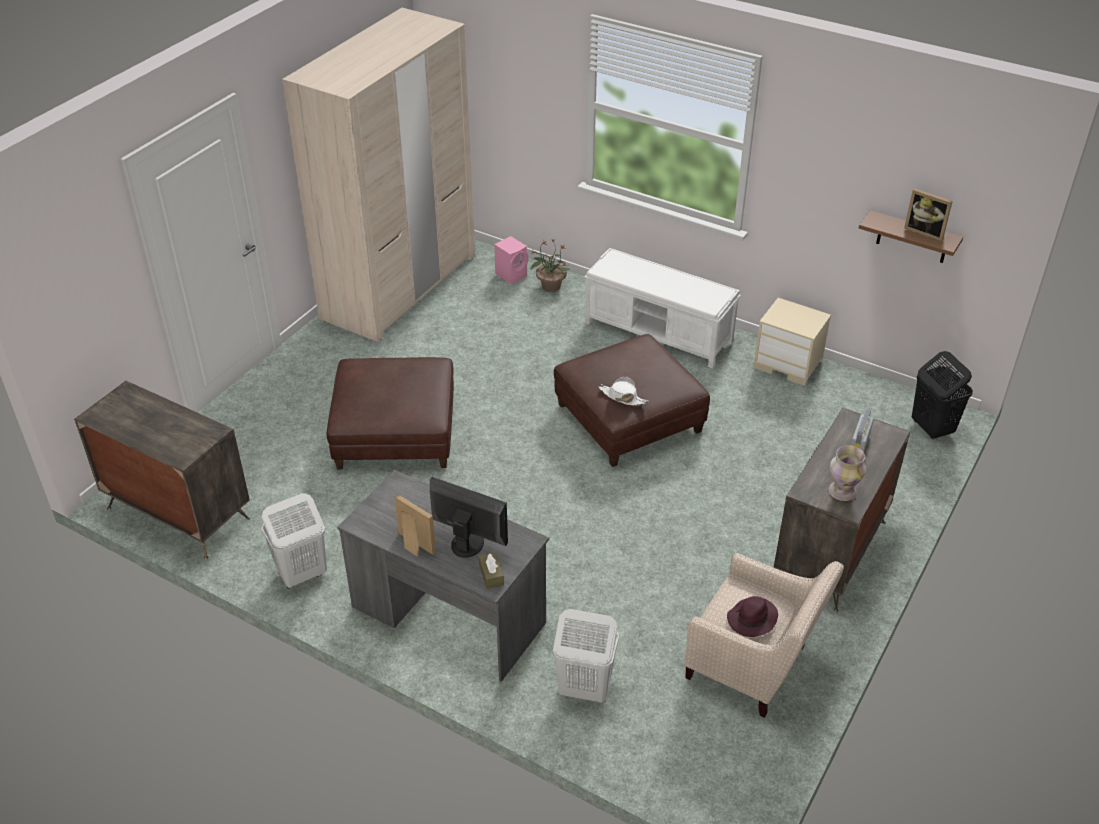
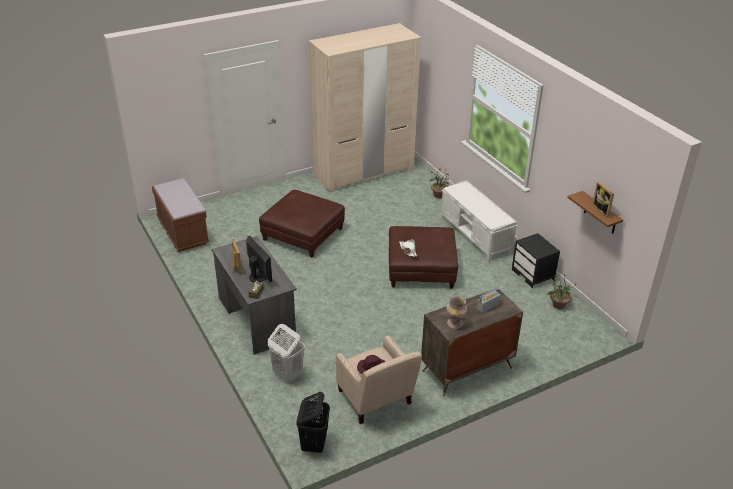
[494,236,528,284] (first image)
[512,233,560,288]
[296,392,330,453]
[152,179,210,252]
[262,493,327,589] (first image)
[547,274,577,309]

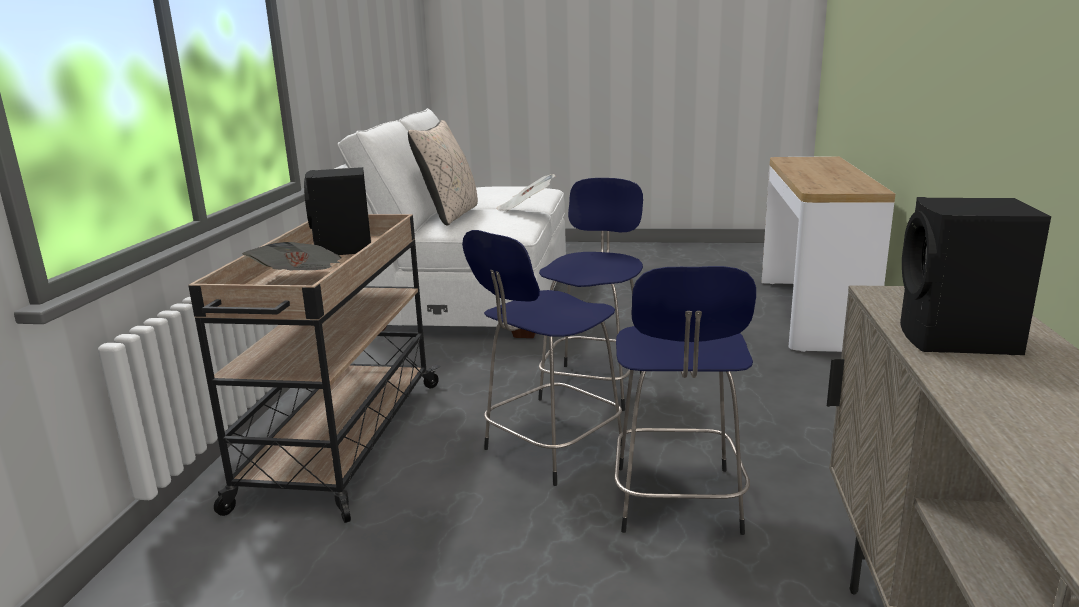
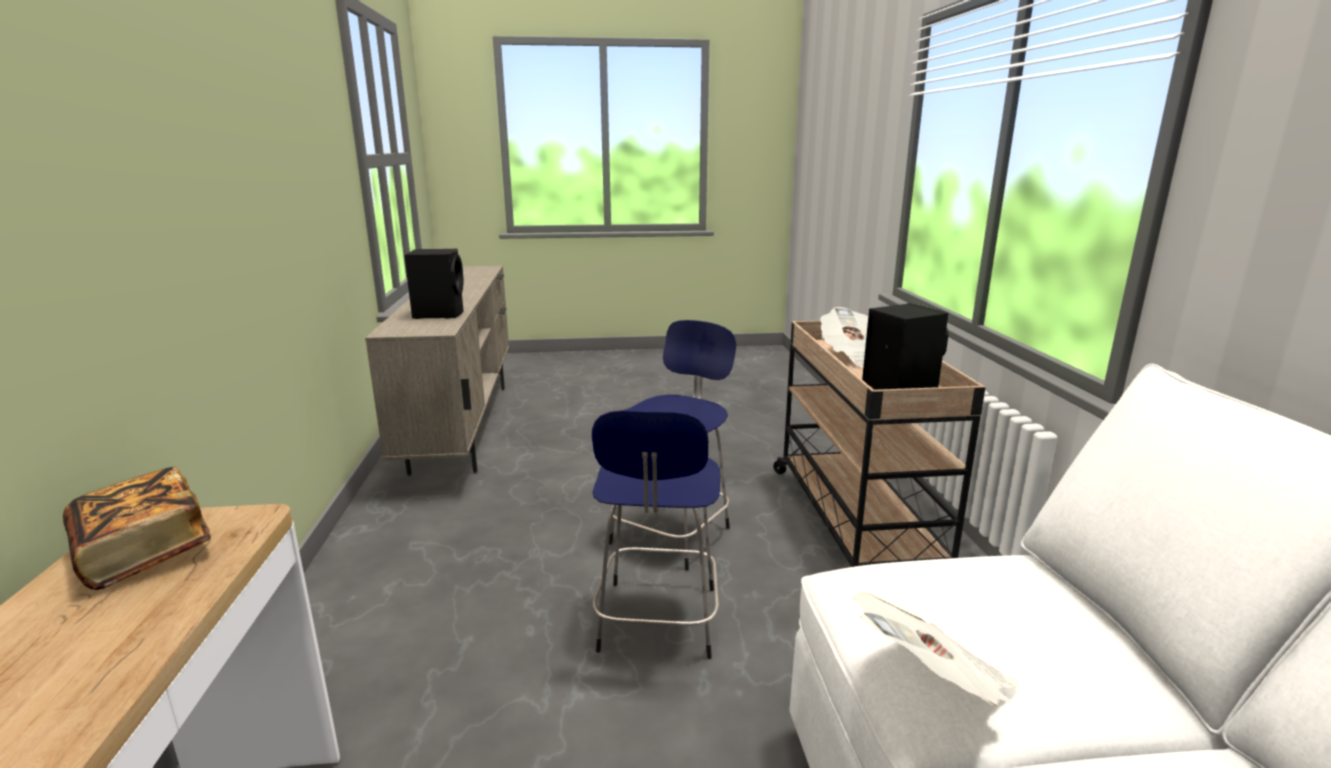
[408,120,478,225] (first image)
[614,266,756,535] (first image)
[63,467,211,590]

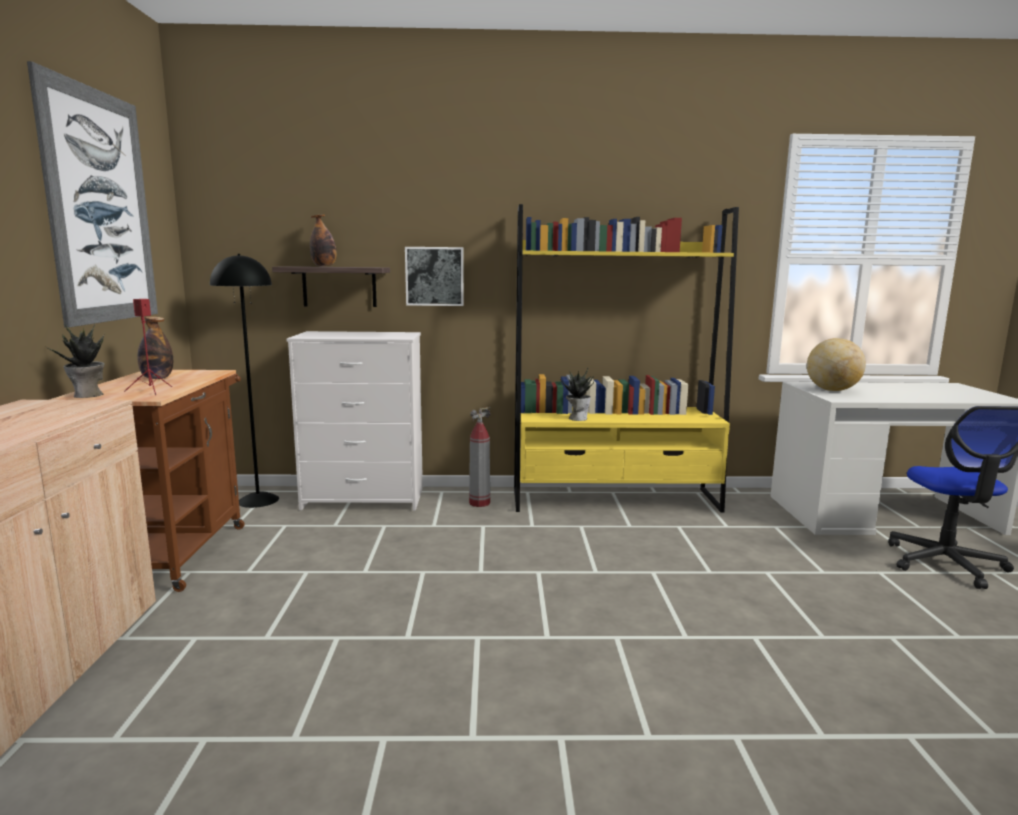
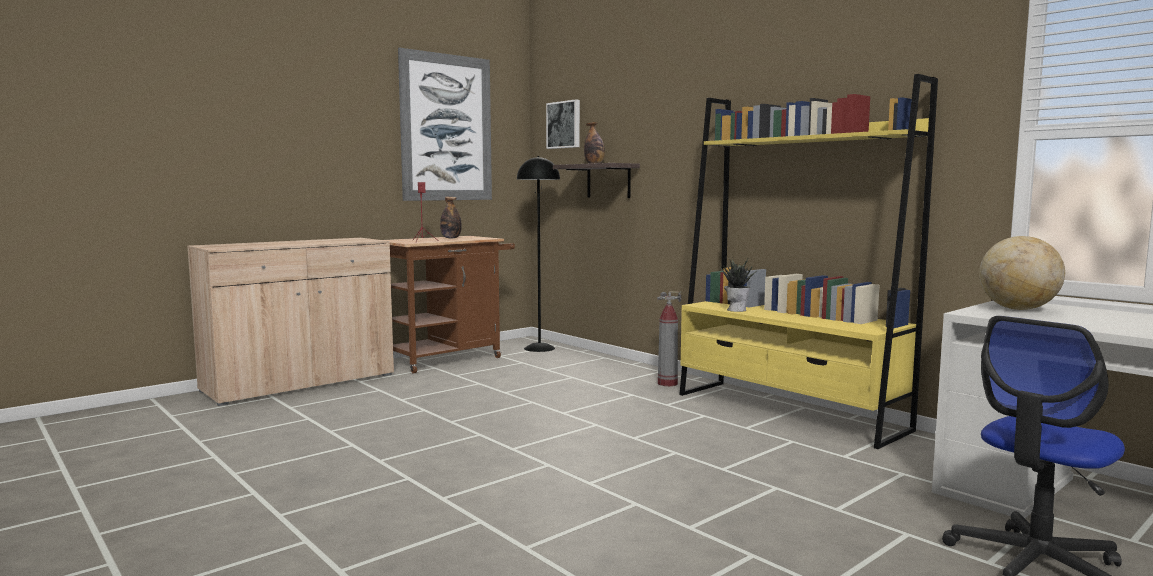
[546,99,580,149]
[45,325,105,398] (first image)
[286,331,423,511] (first image)

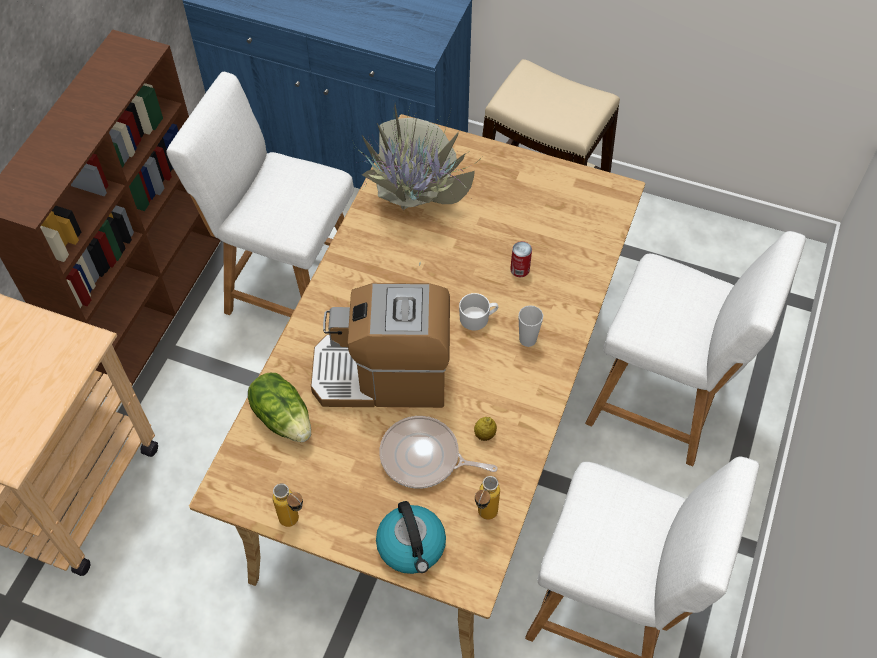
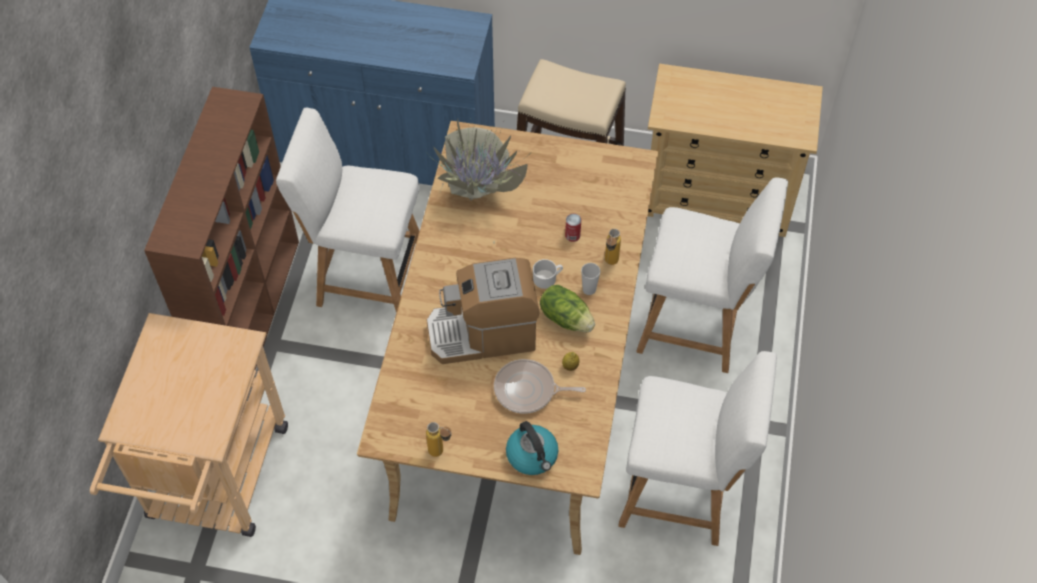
[540,285,595,332]
[605,229,621,265]
[648,64,823,237]

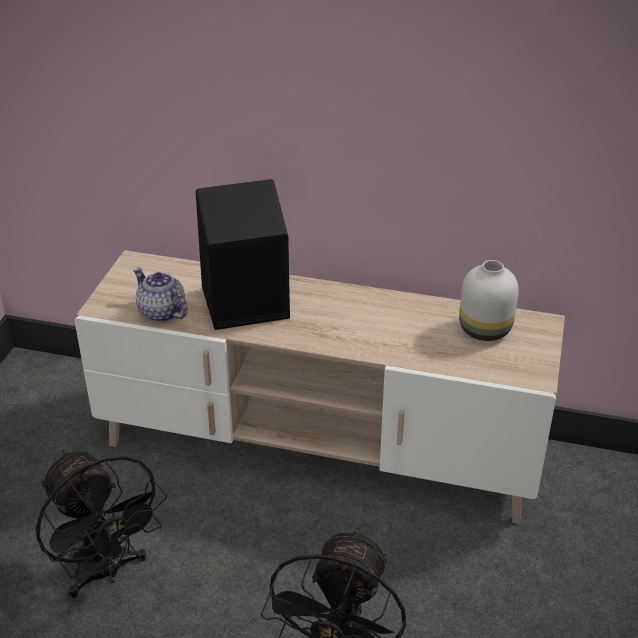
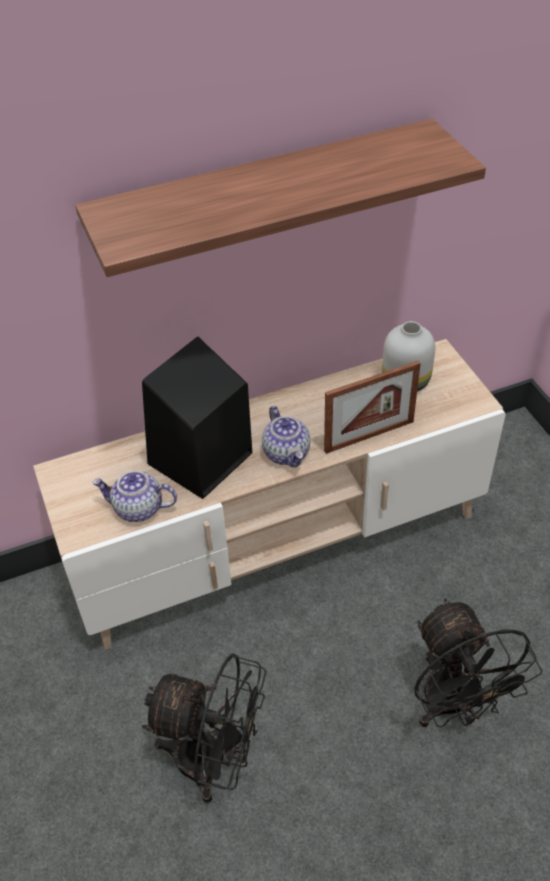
[75,119,486,277]
[324,361,421,454]
[262,406,310,468]

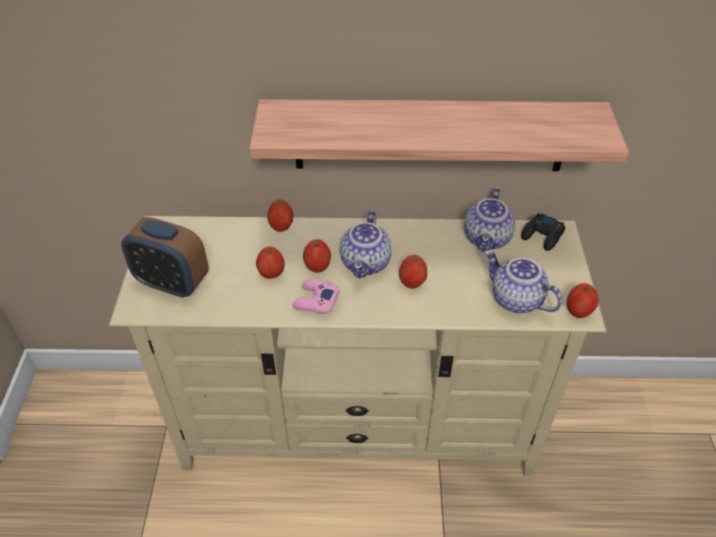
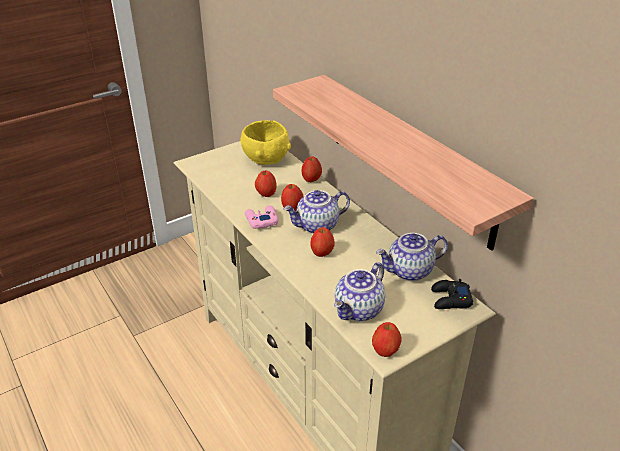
[121,217,209,298] (first image)
[334,262,385,321]
[240,120,291,165]

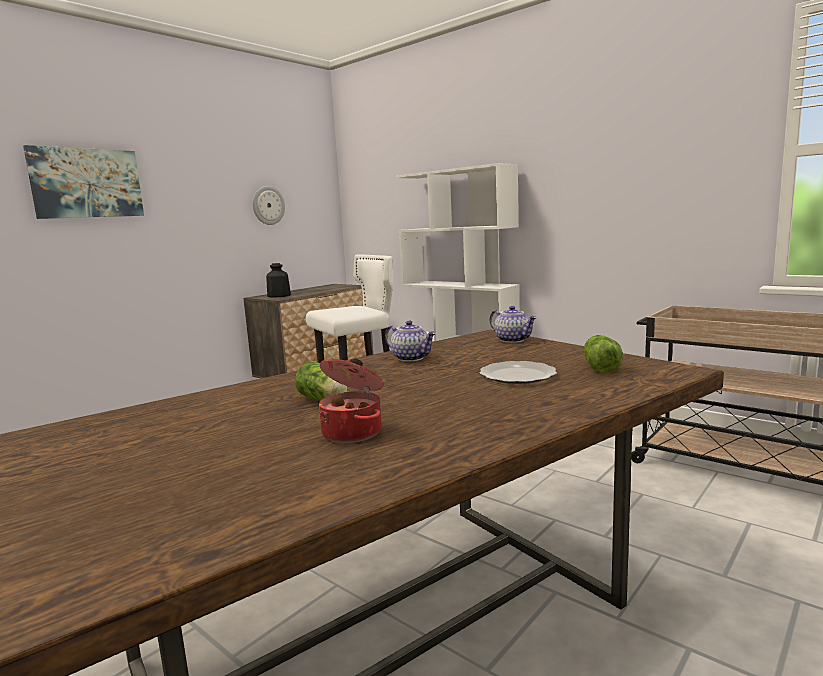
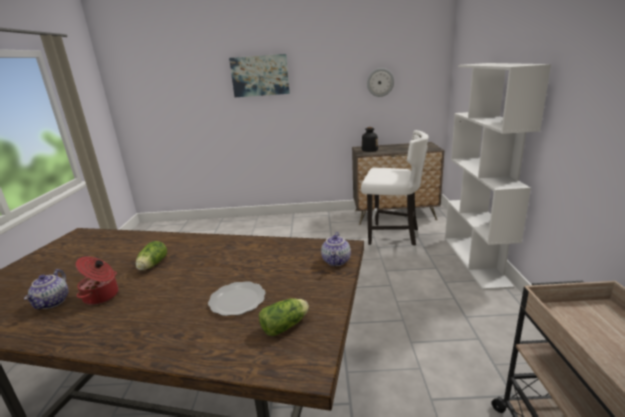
[24,269,68,310]

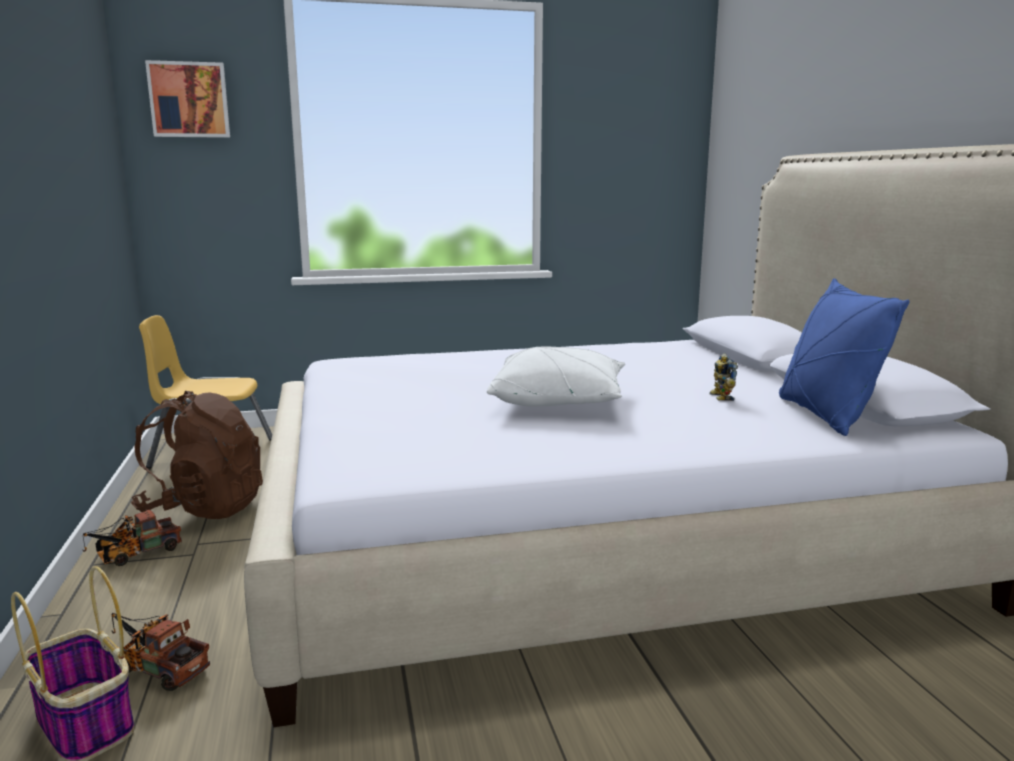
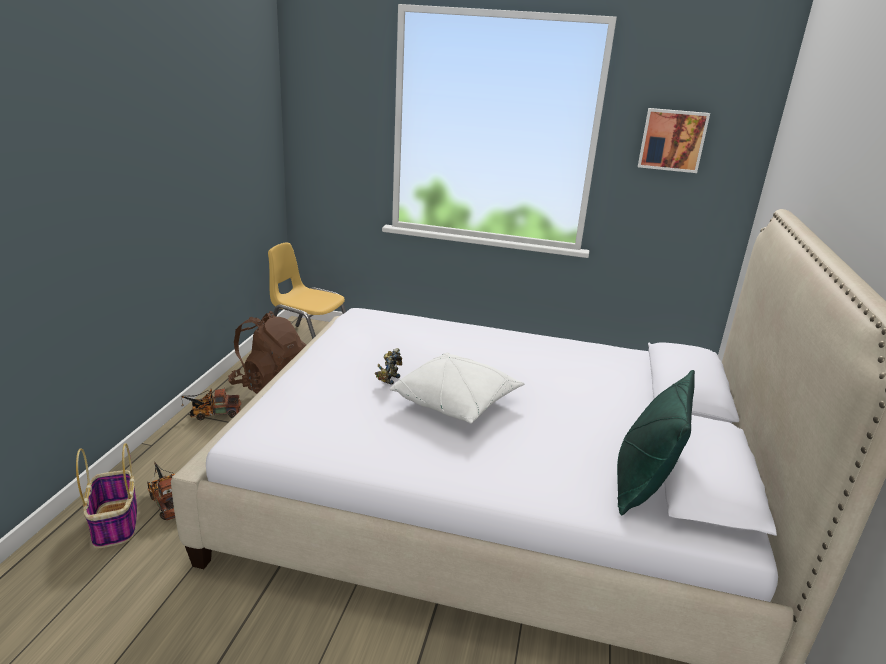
[638,108,710,173]
[617,370,695,515]
[375,348,402,385]

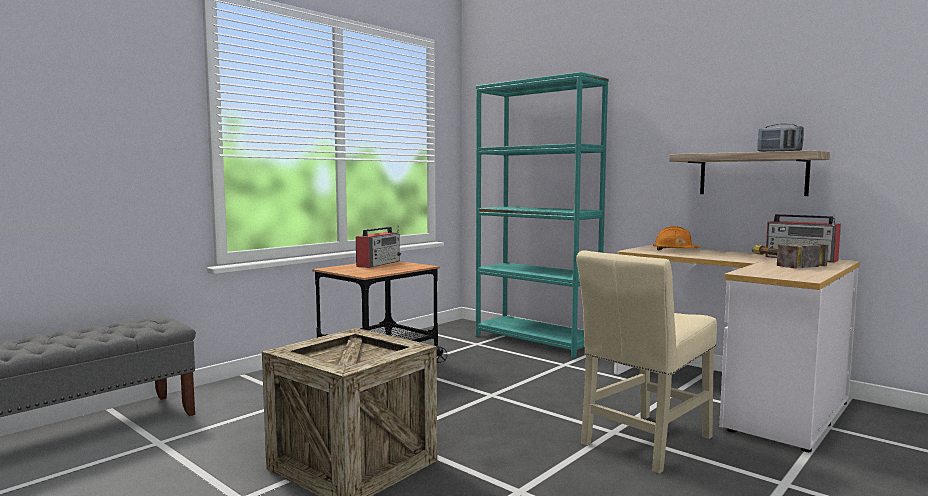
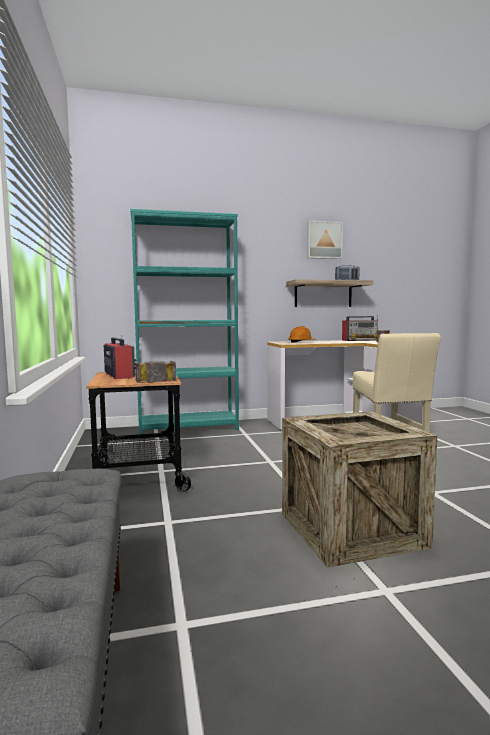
[307,220,343,259]
[135,361,176,383]

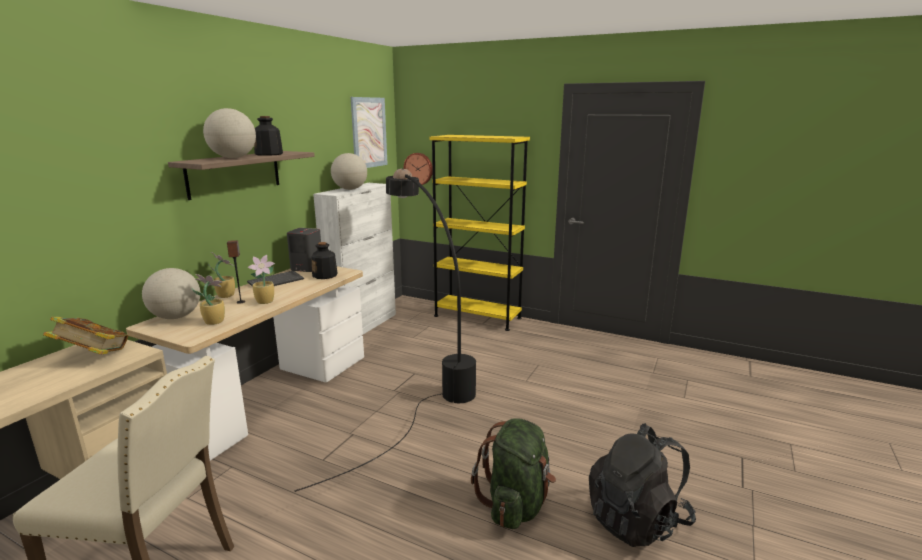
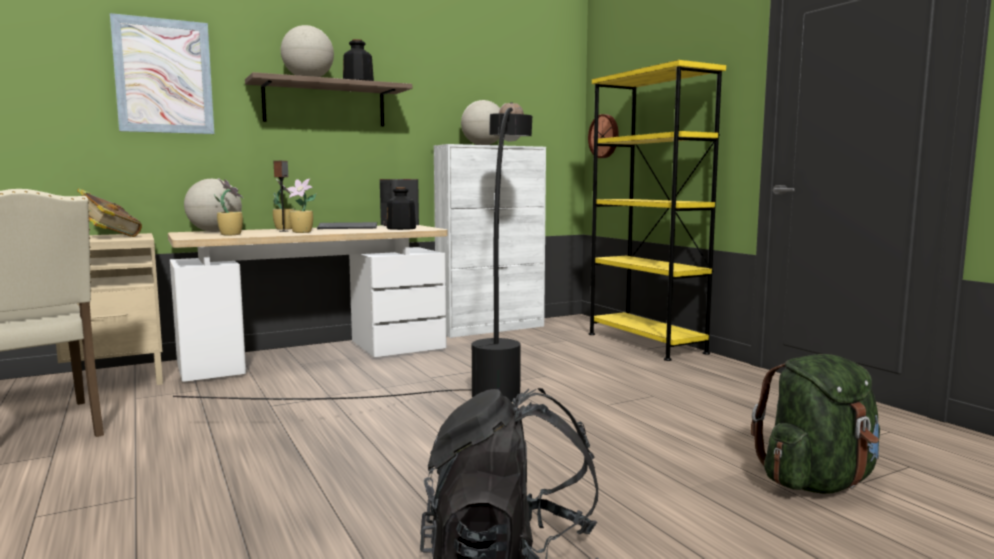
[110,13,214,134]
[751,354,880,494]

